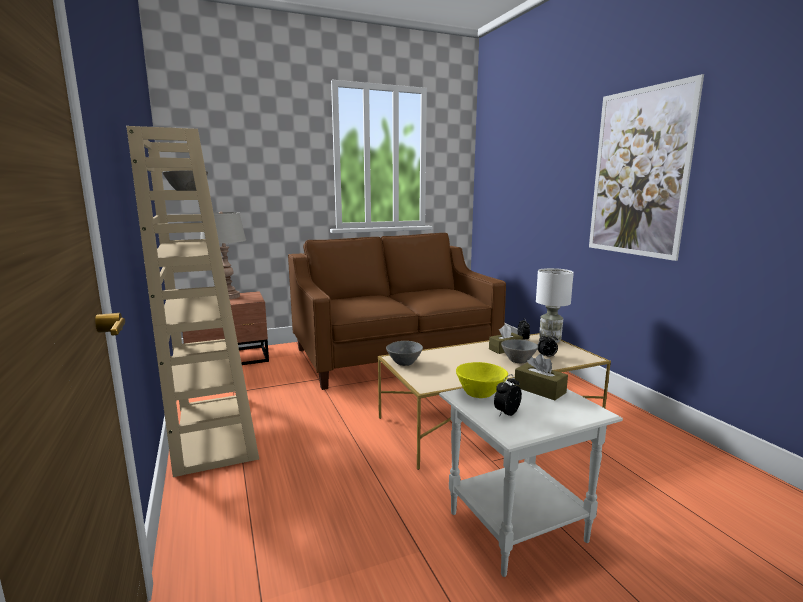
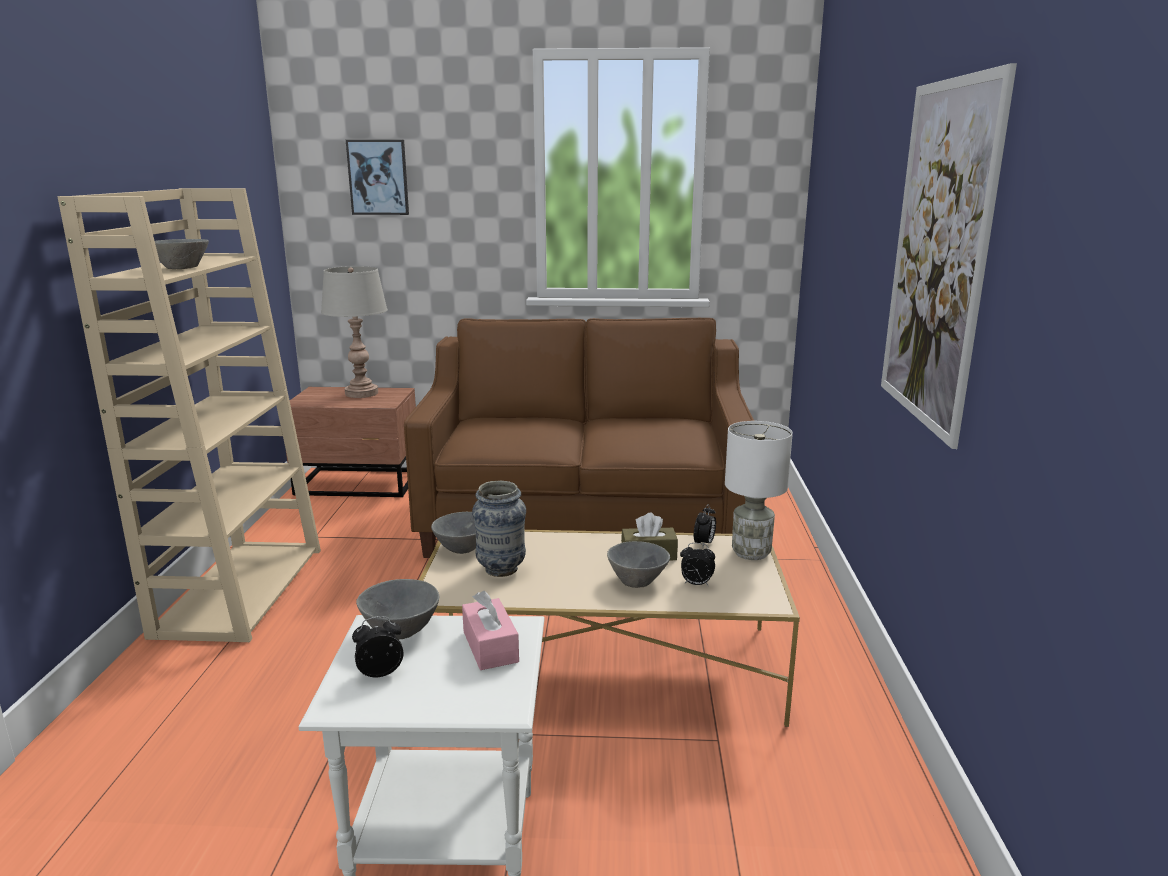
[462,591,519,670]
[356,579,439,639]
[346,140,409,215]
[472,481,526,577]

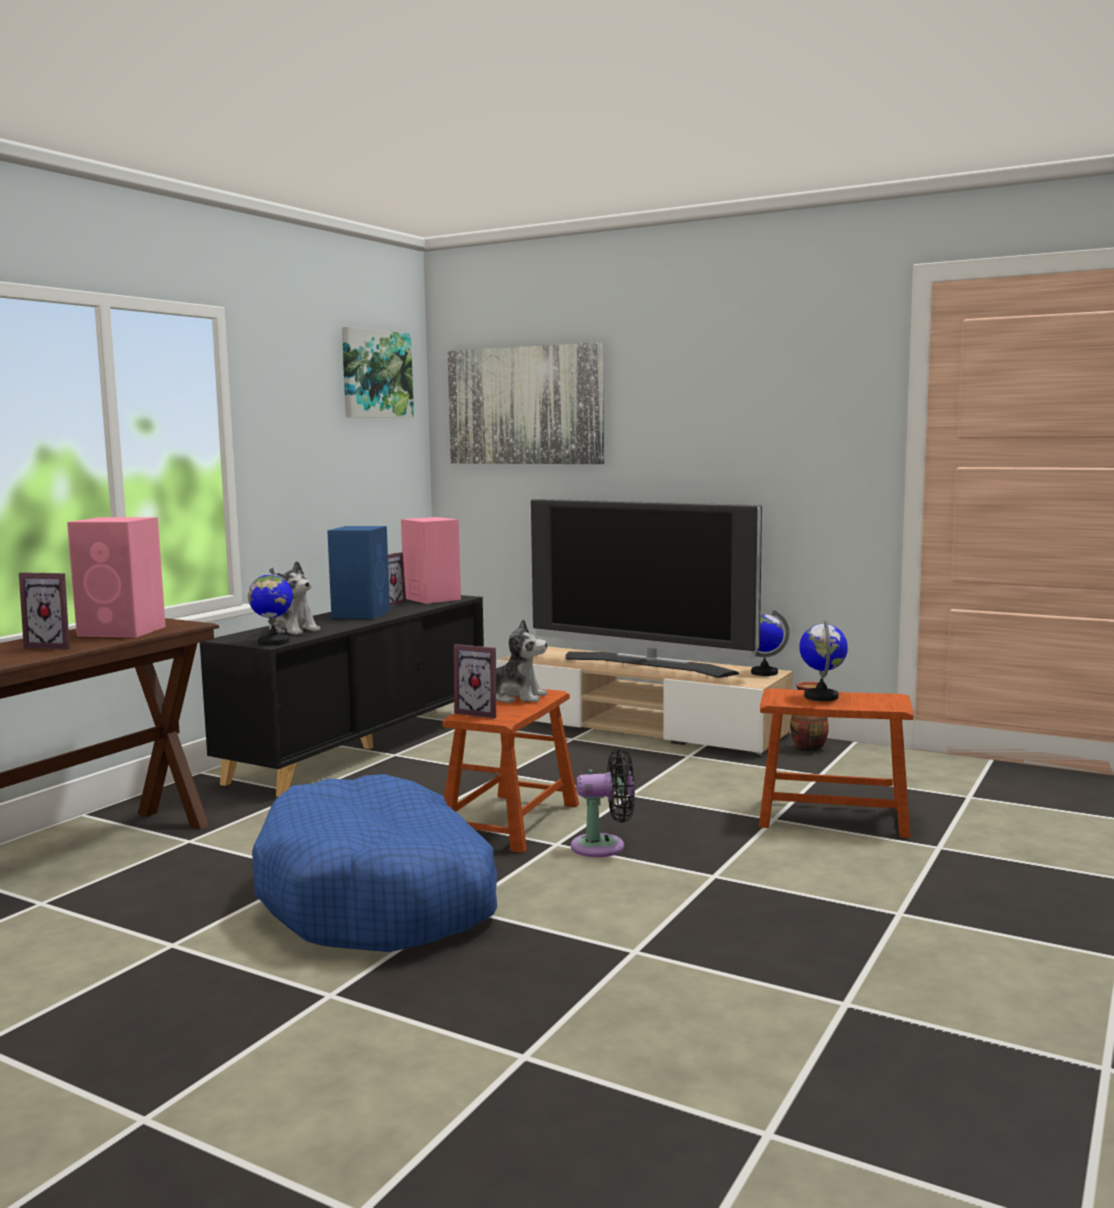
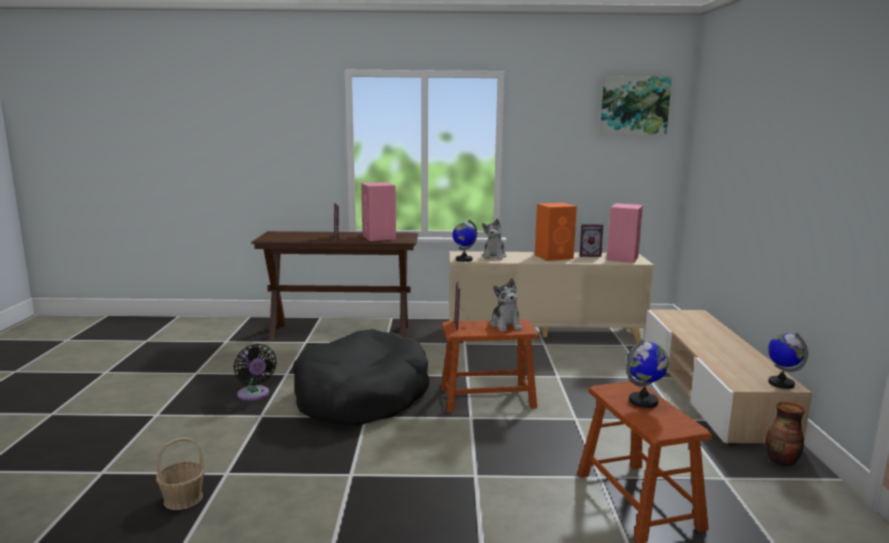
[448,342,604,464] (first image)
[531,499,762,678] (first image)
[535,203,577,261]
[449,251,654,343]
[233,344,277,401]
[293,329,429,426]
[156,437,205,510]

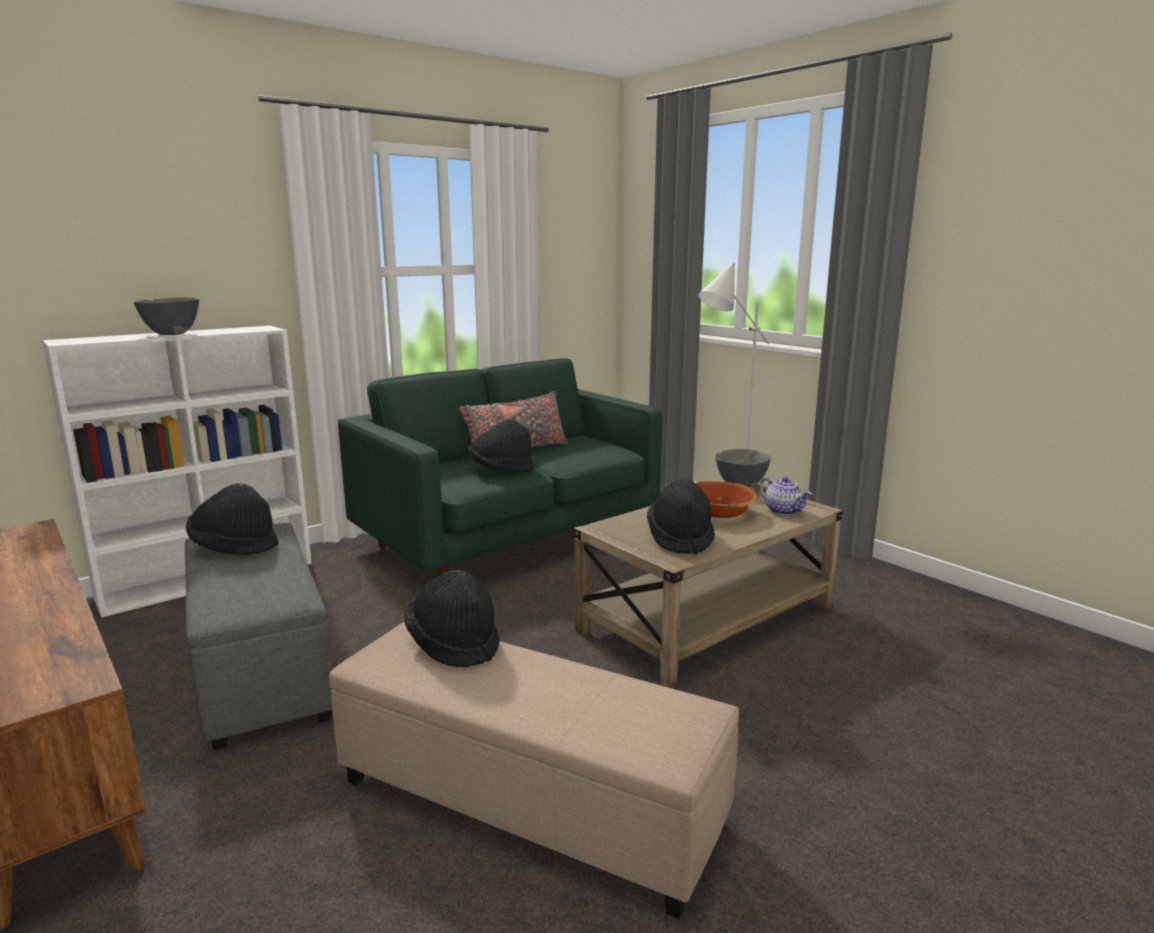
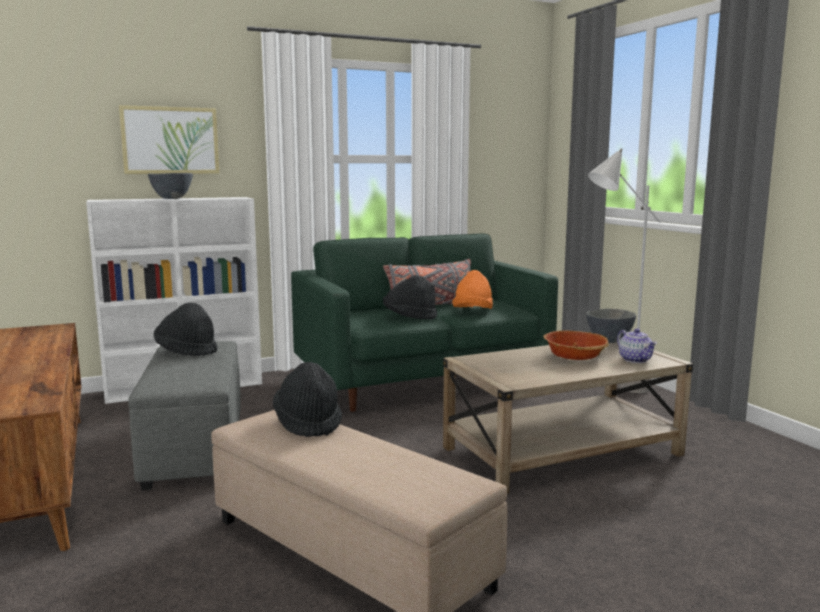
[647,478,715,554] (first image)
[119,105,219,174]
[452,270,493,309]

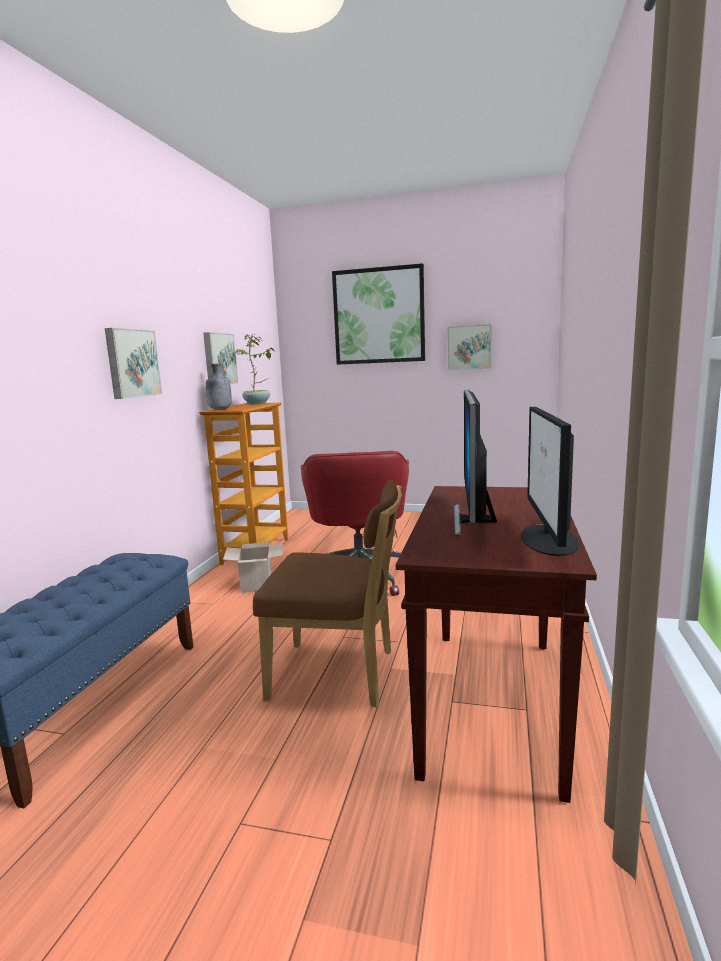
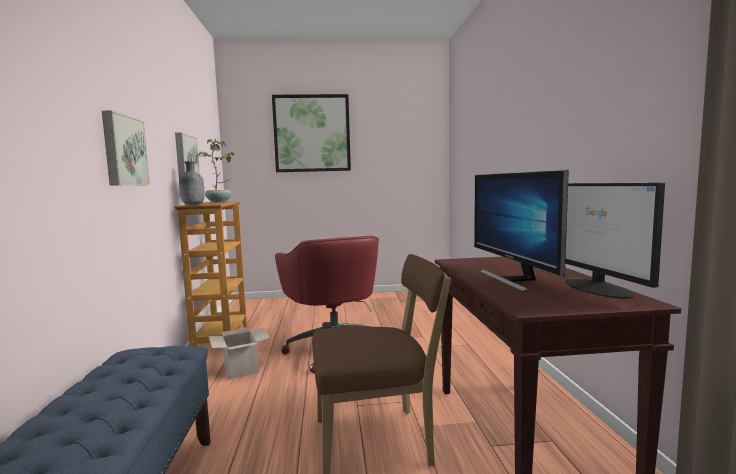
[447,324,492,370] (first image)

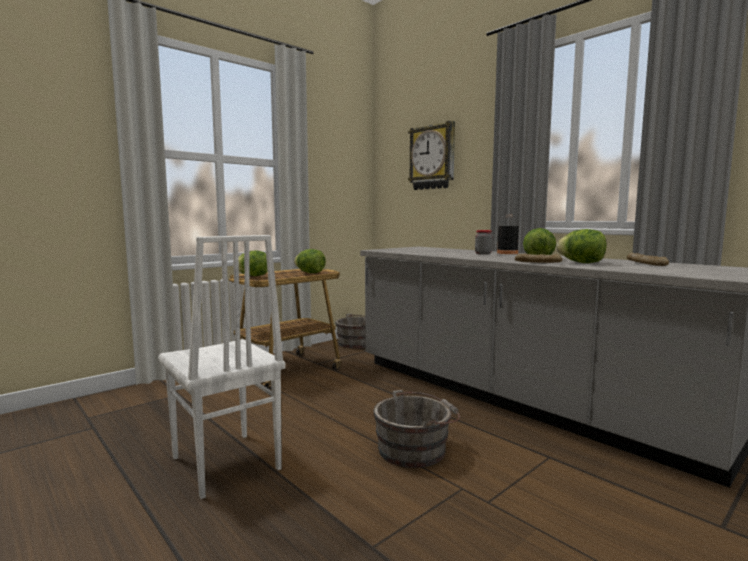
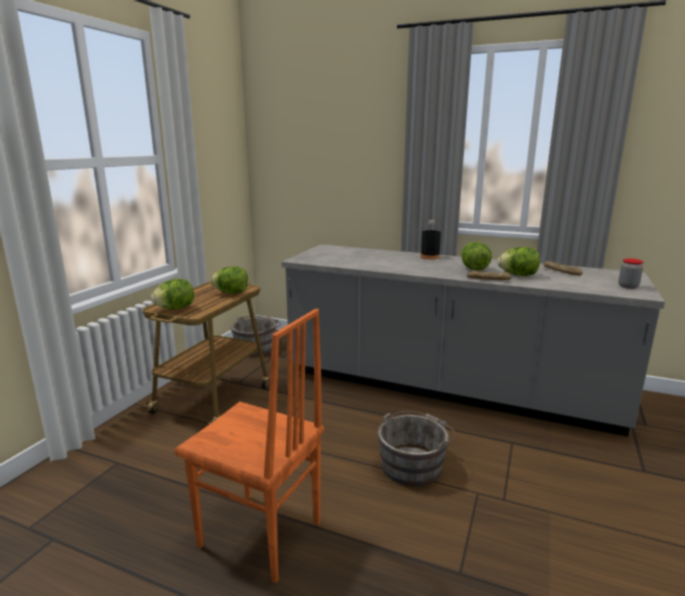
[408,121,455,190] (first image)
[618,258,643,289]
[174,309,324,583]

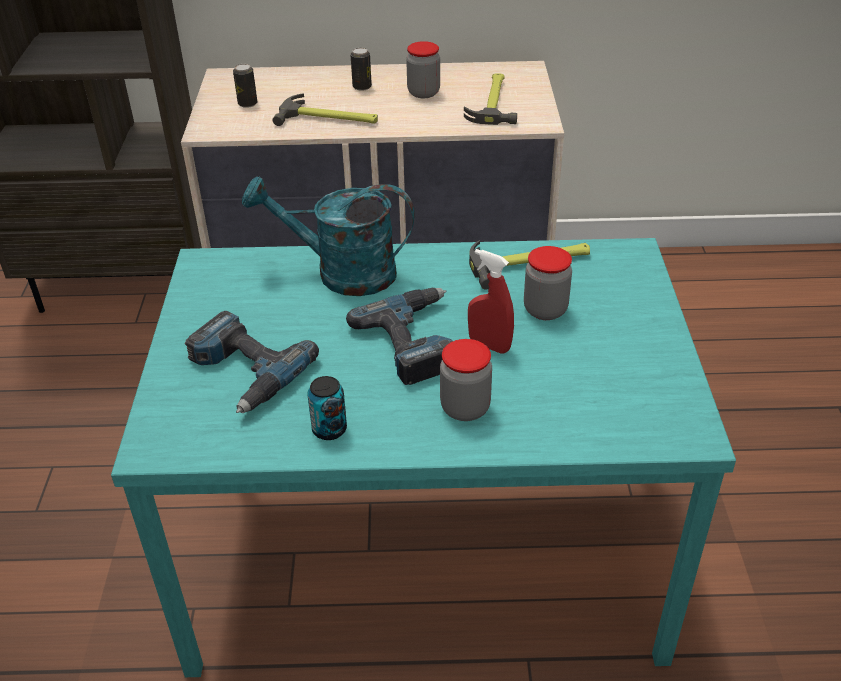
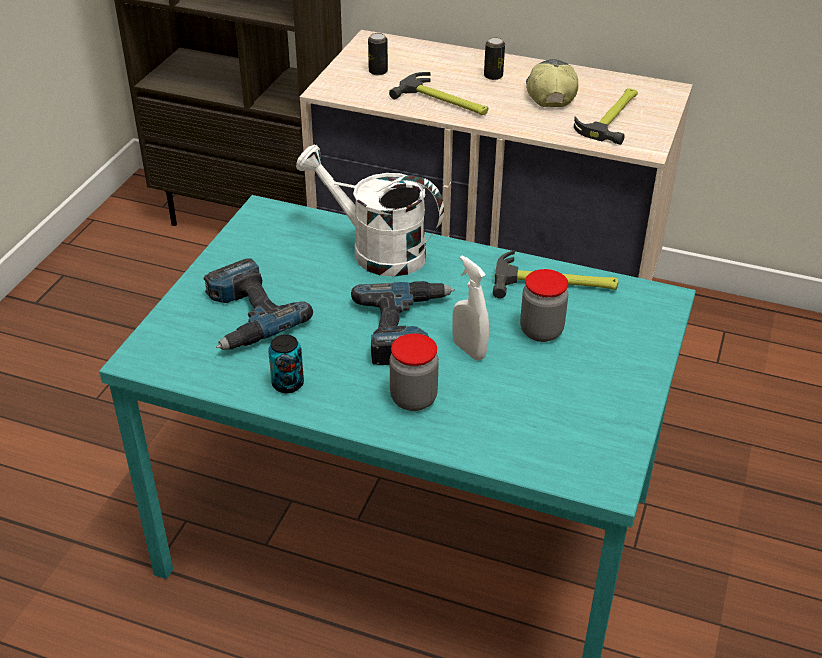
[526,59,578,107]
[296,144,444,277]
[452,255,489,361]

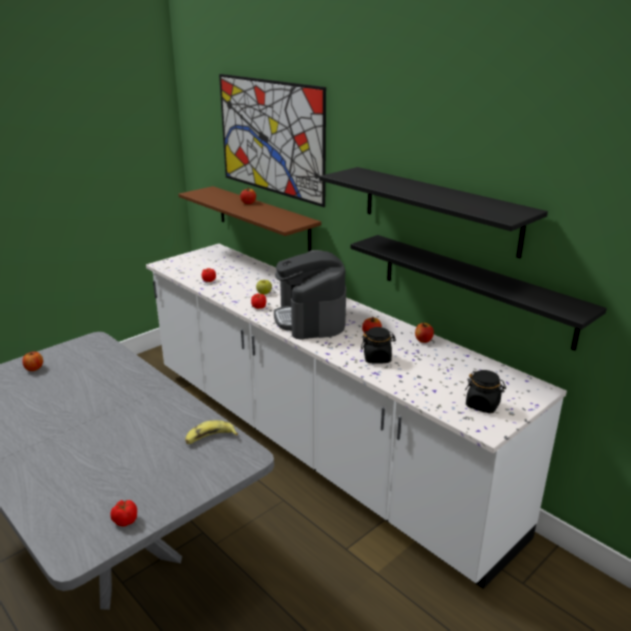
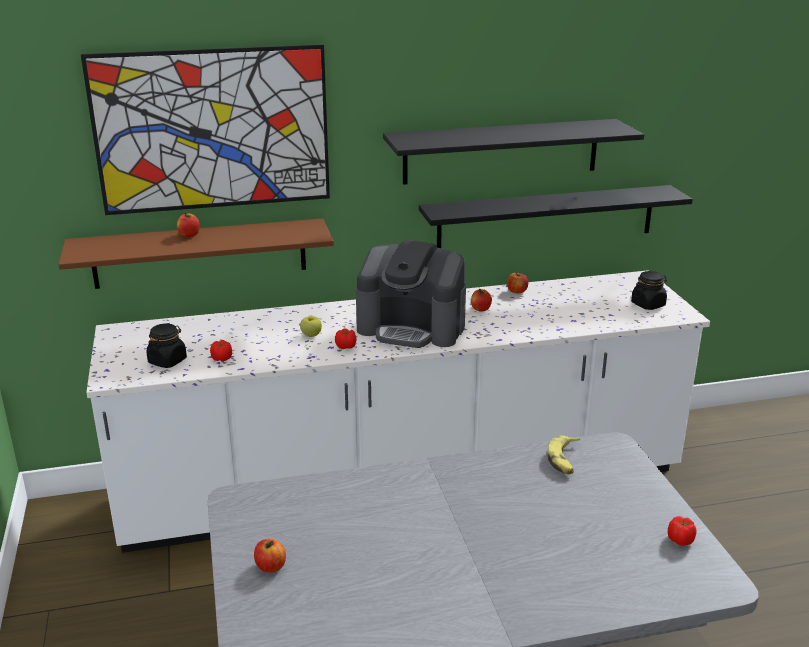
[146,324,187,368]

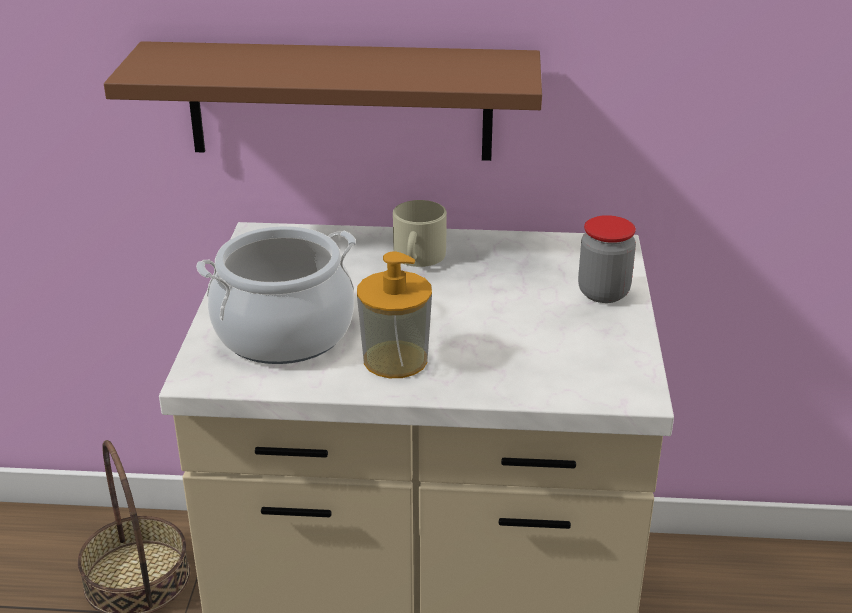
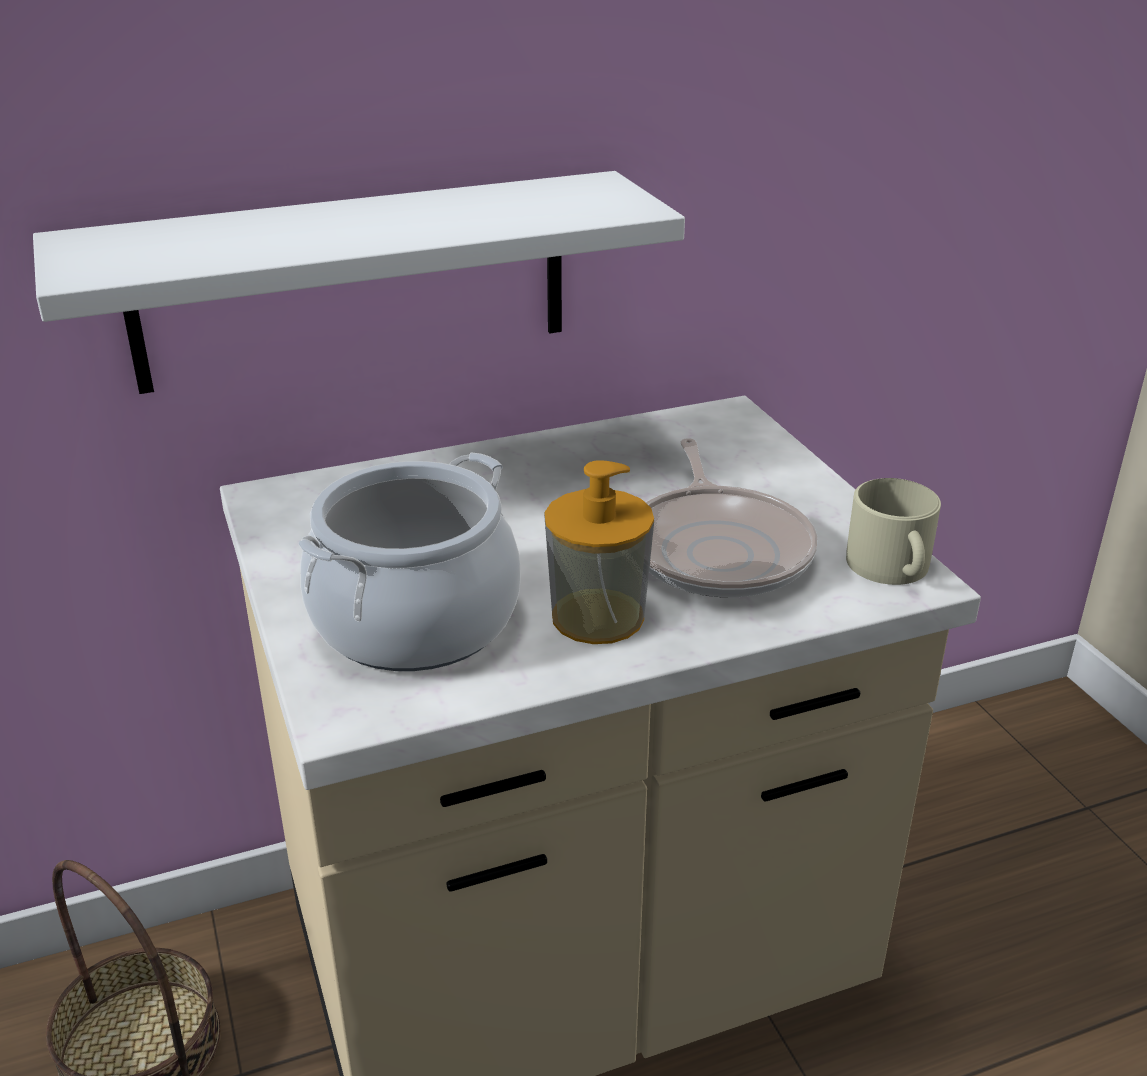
[33,171,685,394]
[846,478,941,585]
[578,215,636,303] (first image)
[645,438,817,597]

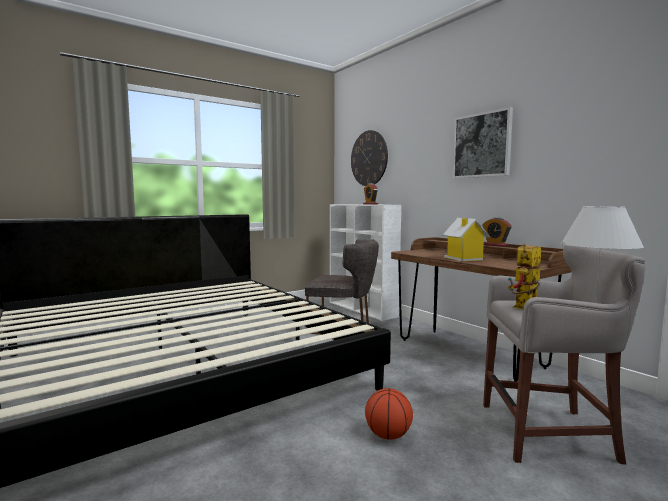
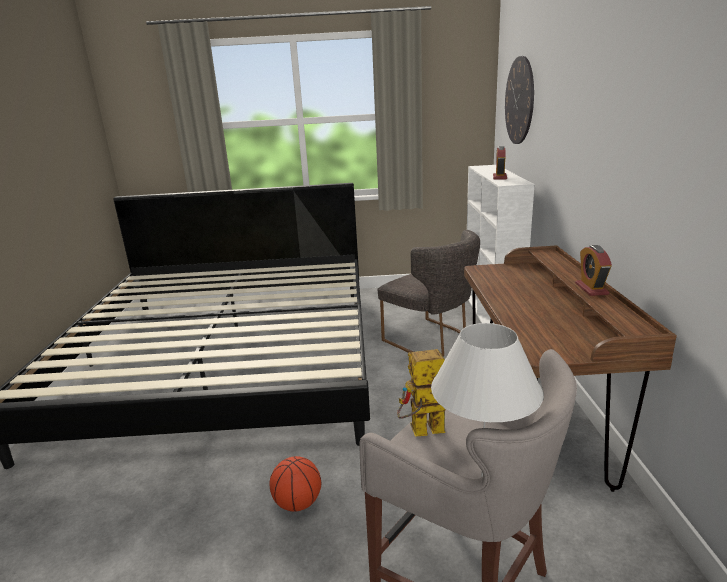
[452,107,513,178] (first image)
[443,218,490,261] (first image)

